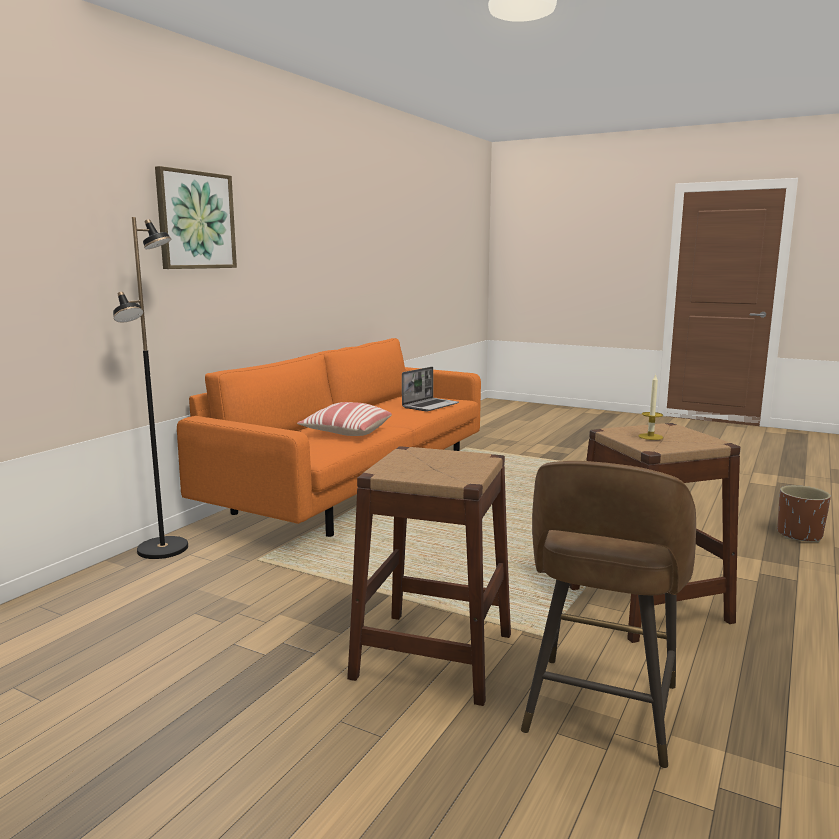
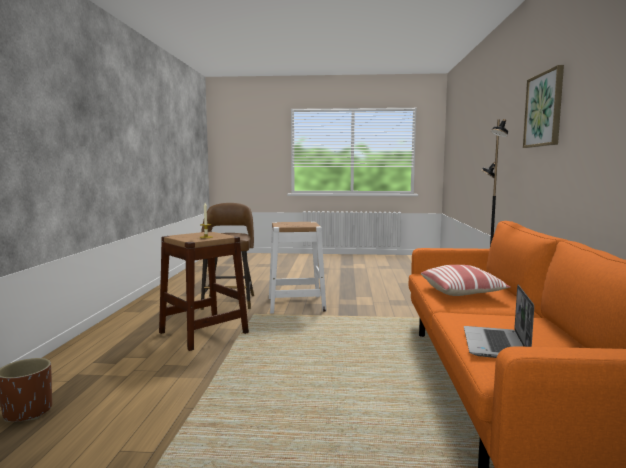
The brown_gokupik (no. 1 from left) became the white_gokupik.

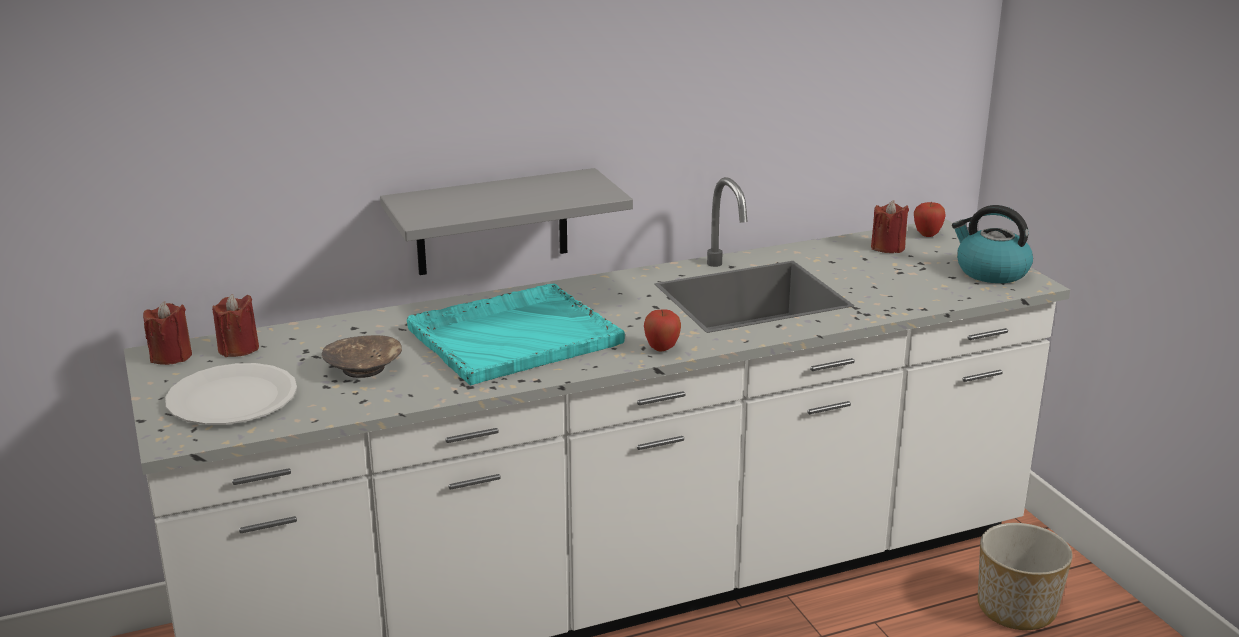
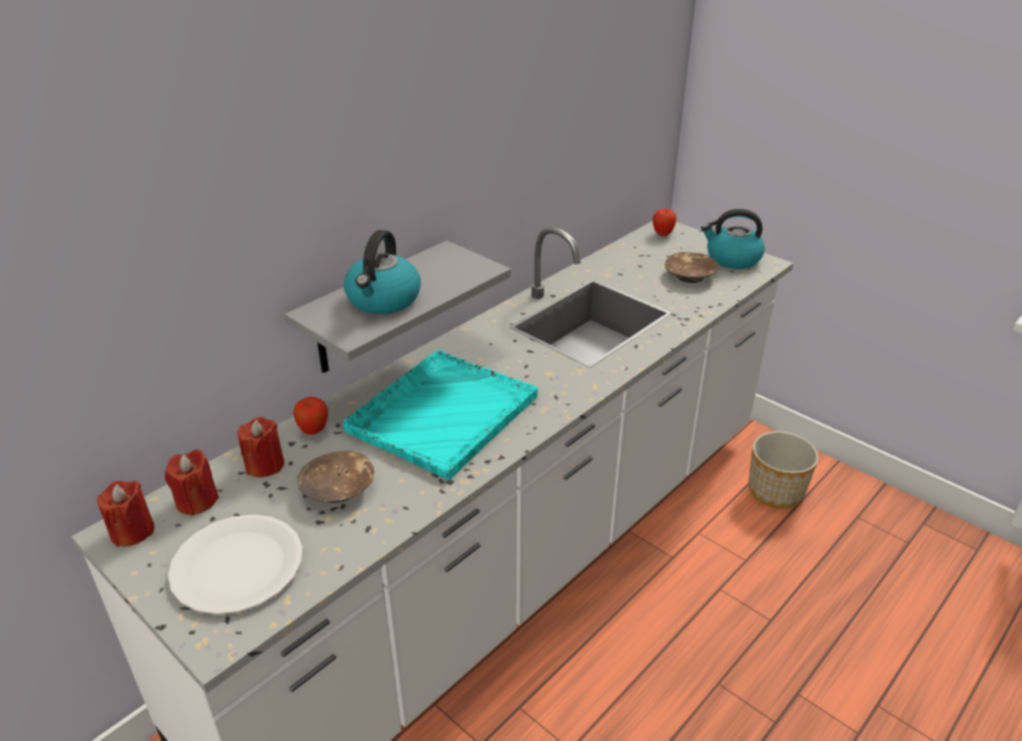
The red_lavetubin (no. 3 from left) moved. The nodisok (no. 1 from left) moved. The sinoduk (no. 1 from left) appeared. The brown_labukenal (no. 2 from left) appeared.

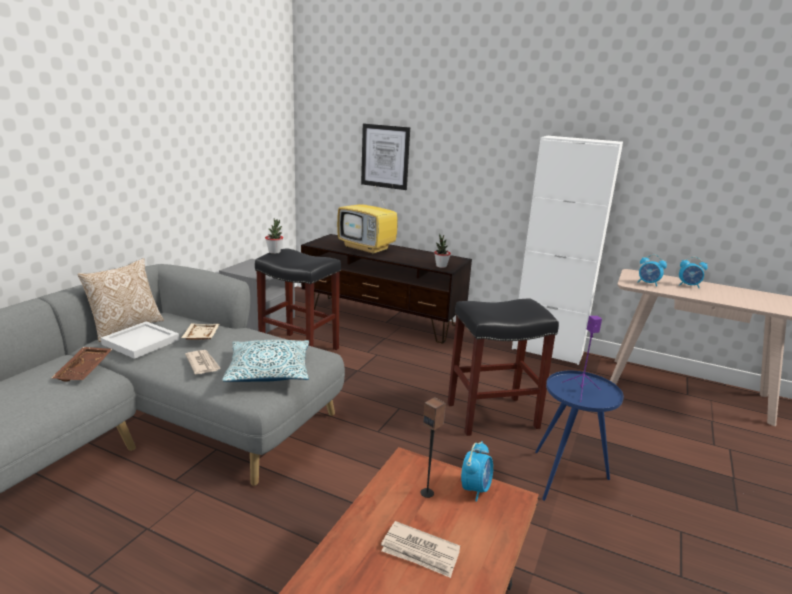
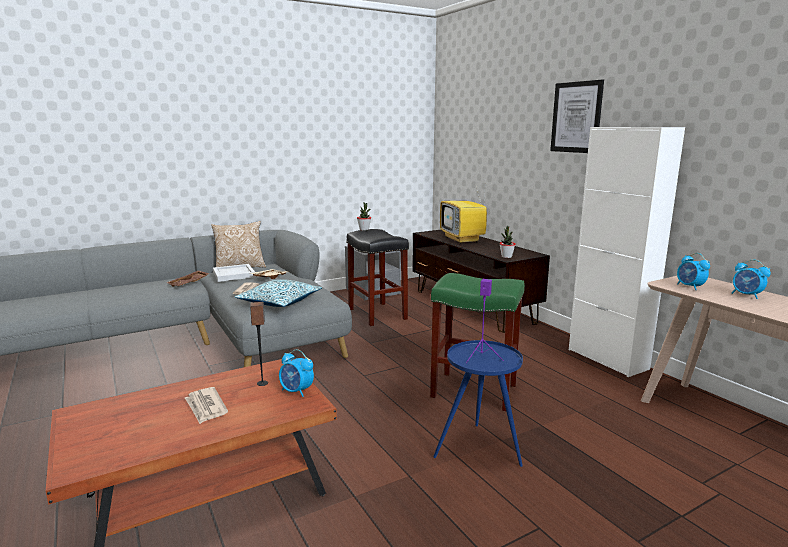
The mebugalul (no. 1 from left) turned 60 degrees clockwise. The black_gokupik (no. 2 from left) became the green_gokupik. The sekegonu moved.

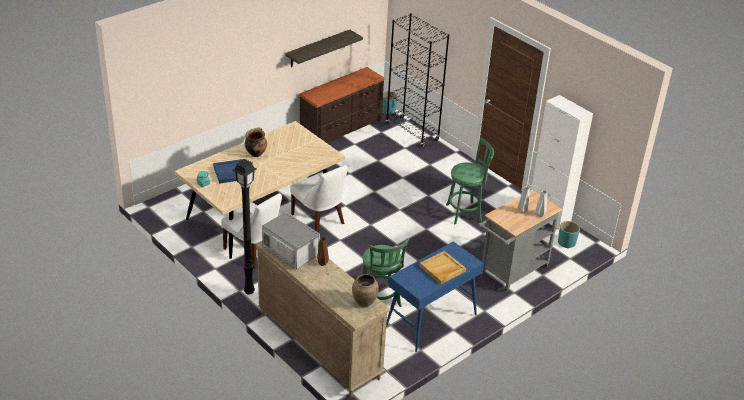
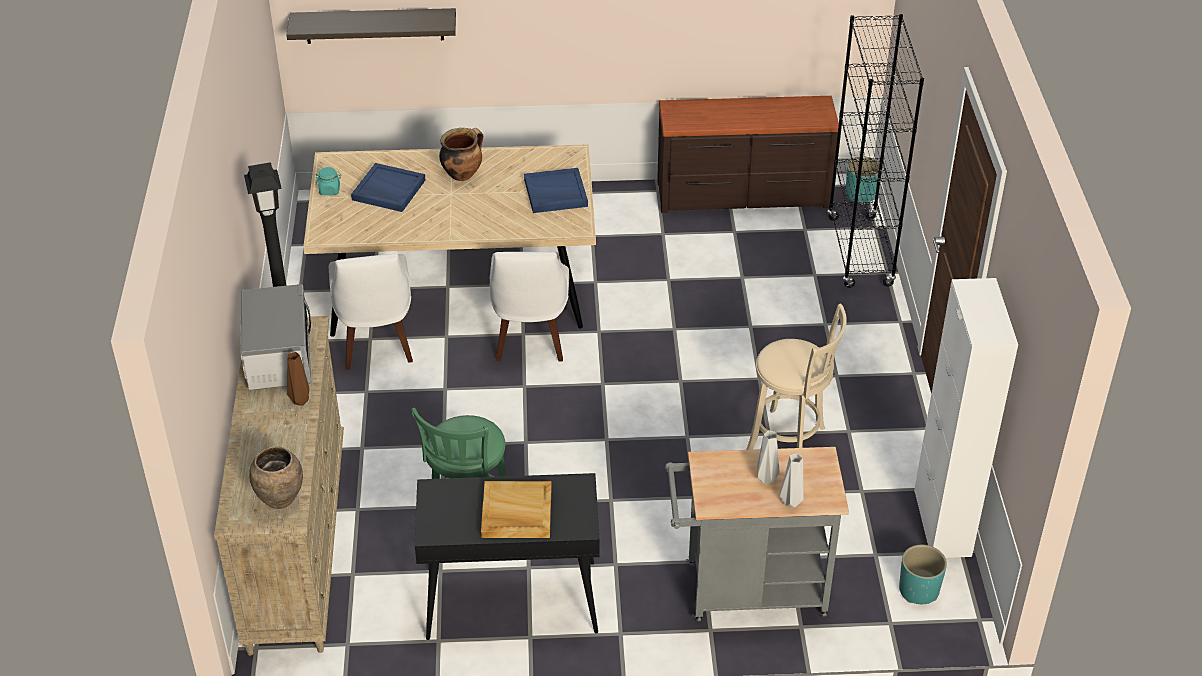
The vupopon moved. The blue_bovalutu became the black_bovalutu. The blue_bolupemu (no. 2 from left) appeared. The green_gokupik (no. 2 from left) became the beige_gokupik.

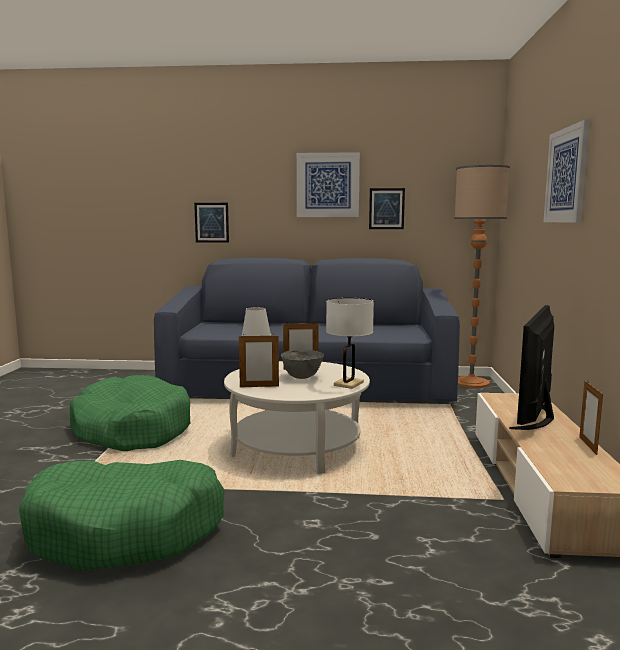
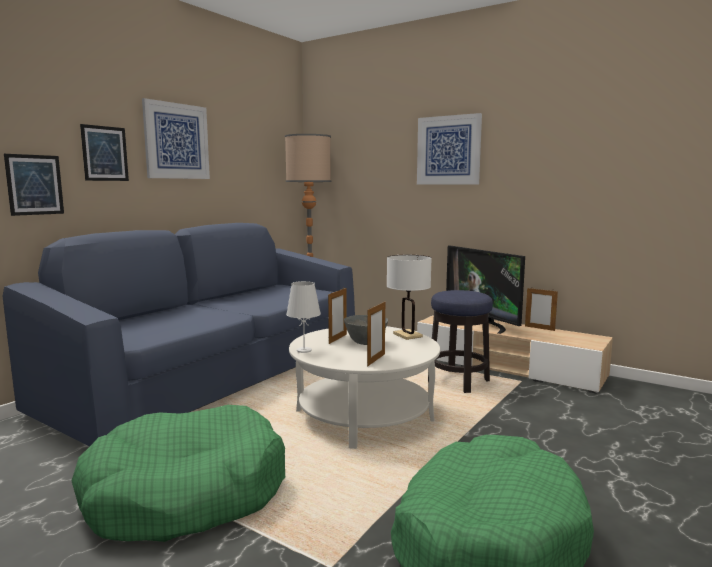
The sekegonu (no. 3 from left in the first image) moved. The gokupik appeared.

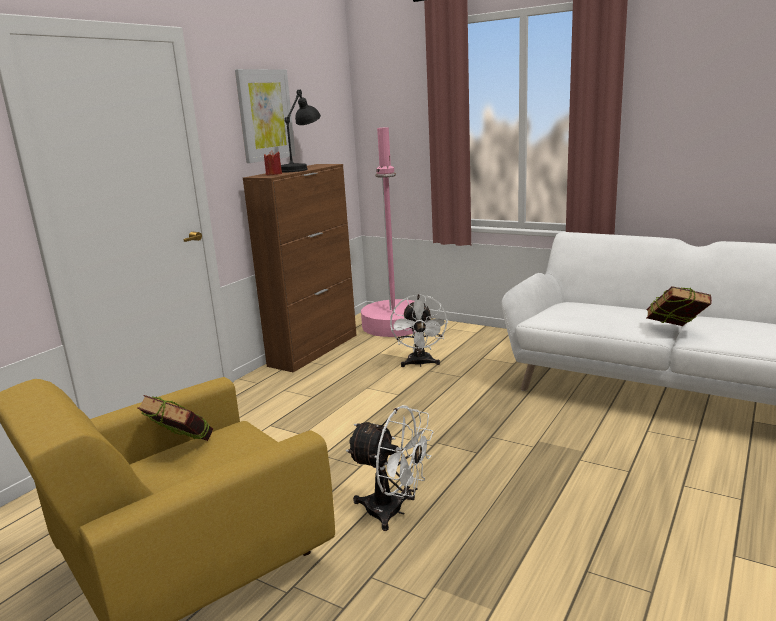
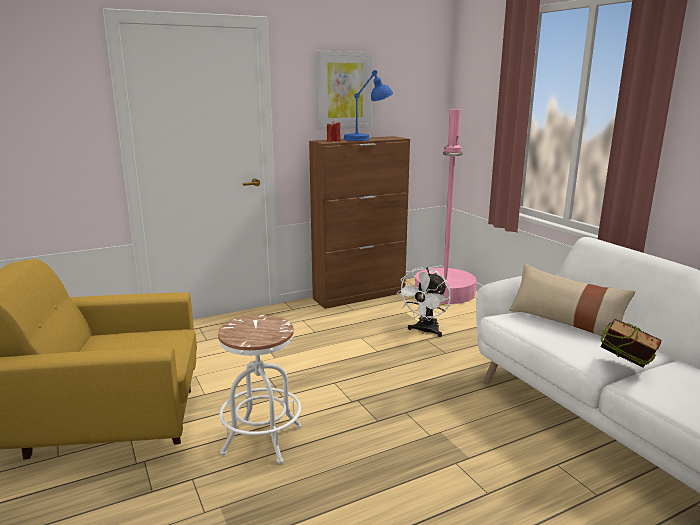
The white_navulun (no. 1 from left) was replaced by the white_gokupik. The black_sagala became the blue_sagala. The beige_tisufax appeared. The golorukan (no. 1 from left) disappeared.

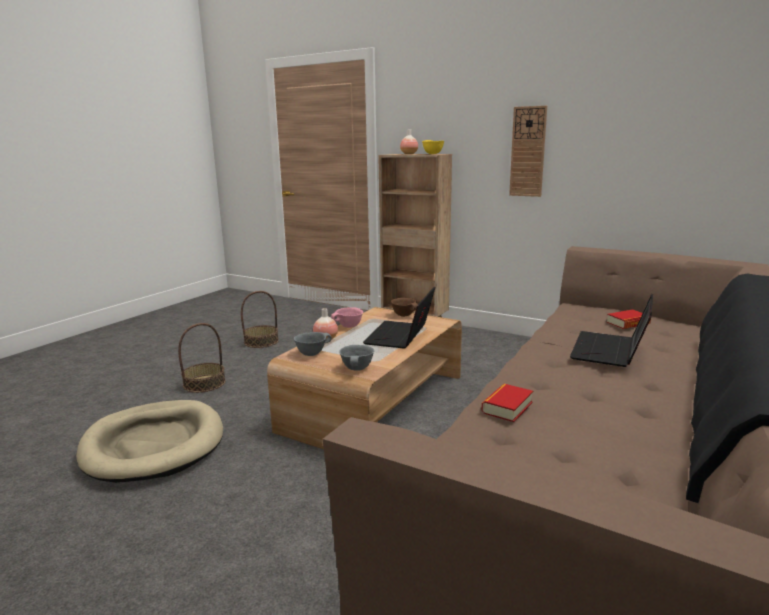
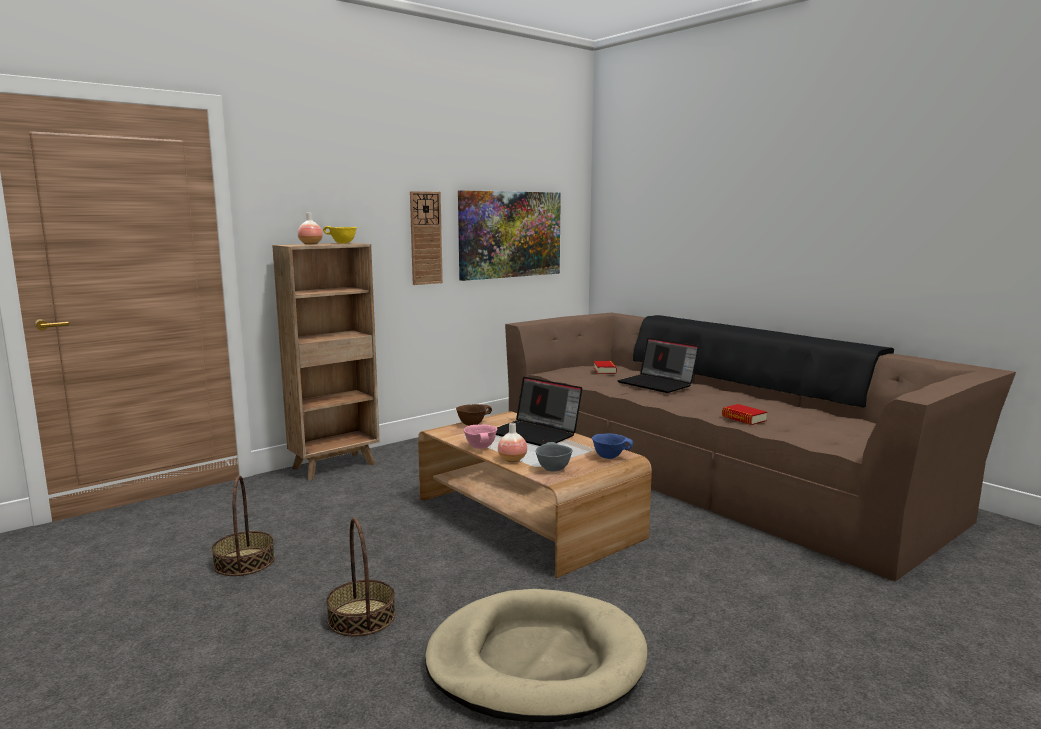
The sekegonu appeared. The grey_labukenal (no. 2 from left) became the blue_labukenal.

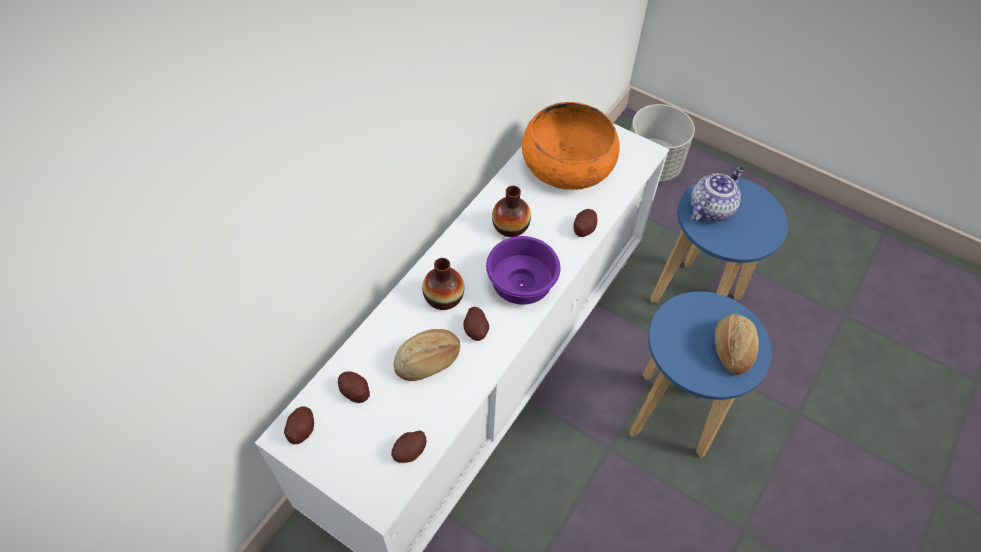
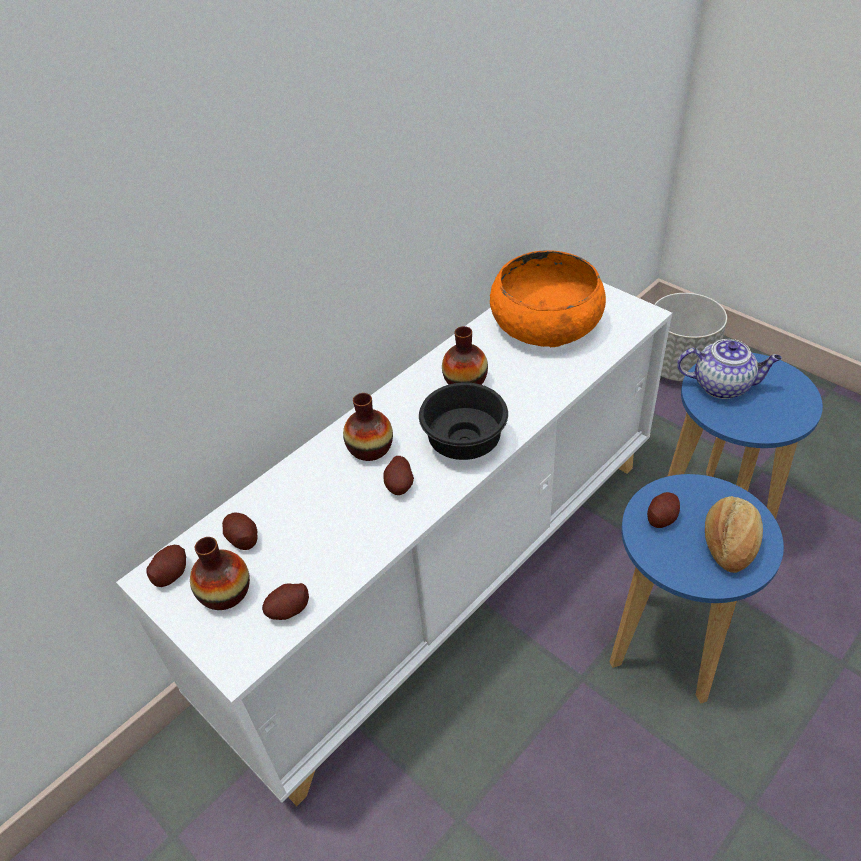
The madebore (no. 1 from left) appeared. The purple_labukenal became the black_labukenal. The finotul (no. 5 from left) moved. The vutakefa turned 45 degrees clockwise. The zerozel (no. 1 from left) disappeared.

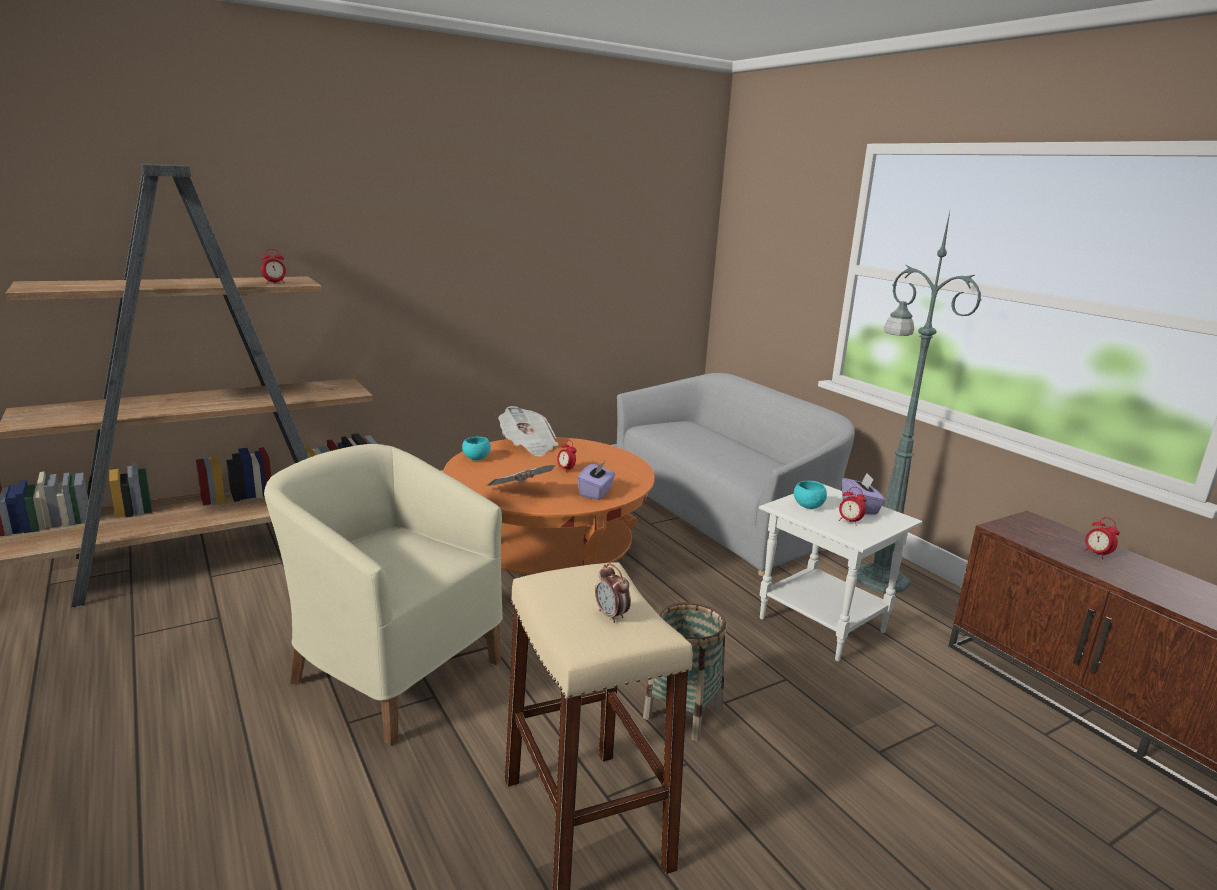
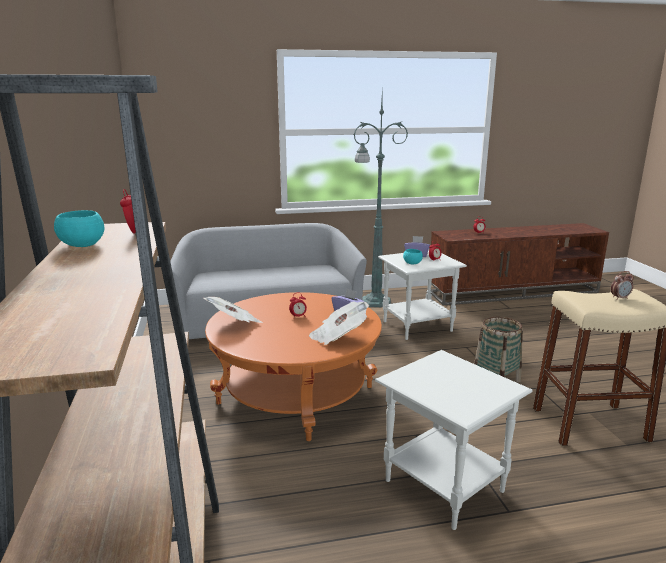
The turquoise_labukenal (no. 1 from left) moved. The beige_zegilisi was replaced by the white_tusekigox (no. 2 from left).

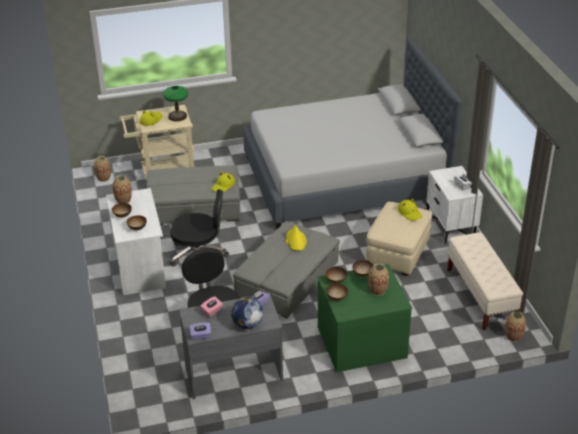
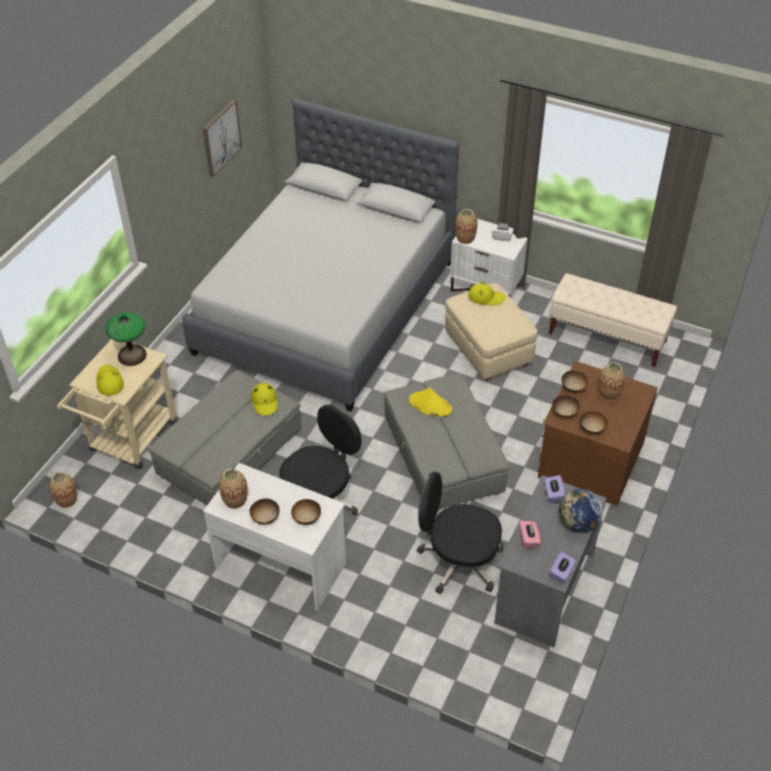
The sekegonu appeared. The madebore (no. 4 from left in the first image) moved. The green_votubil became the brown_votubil.

